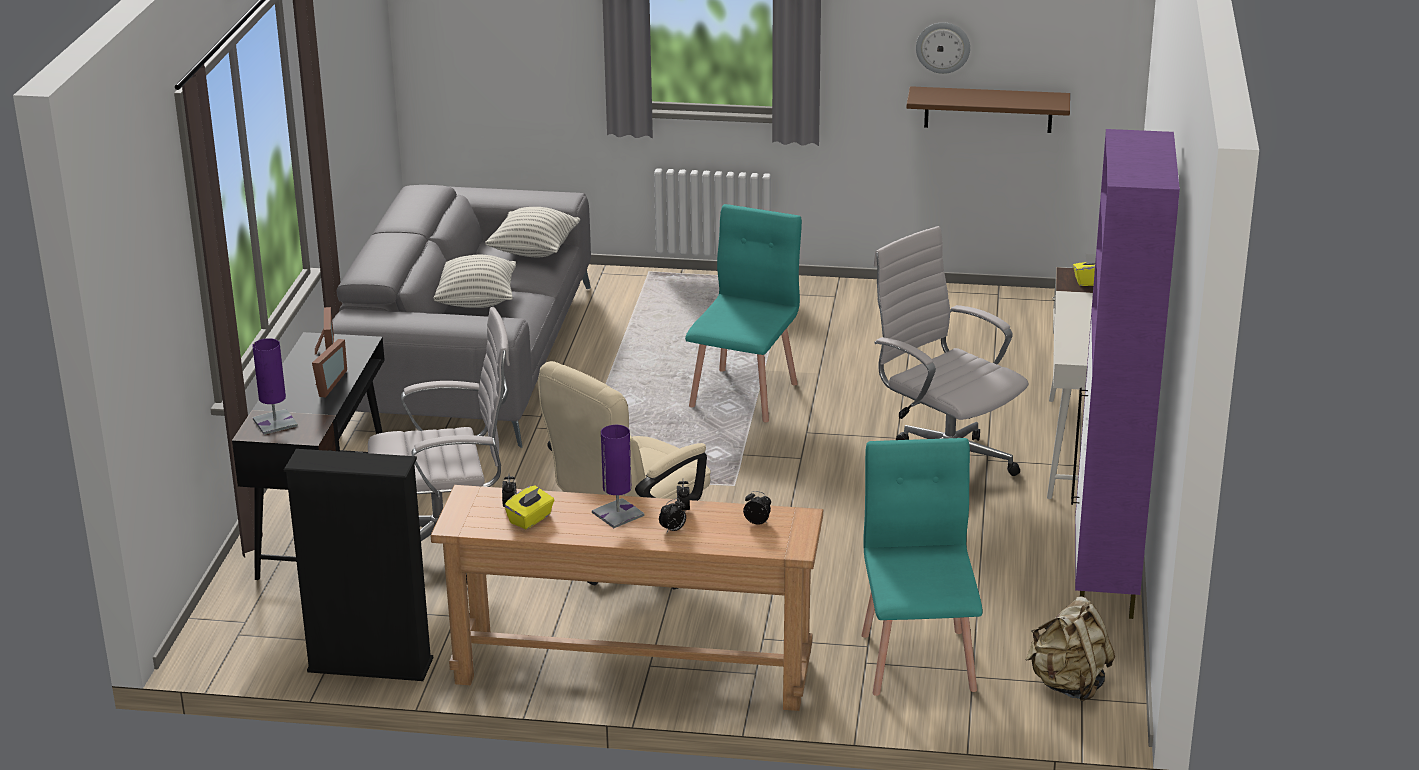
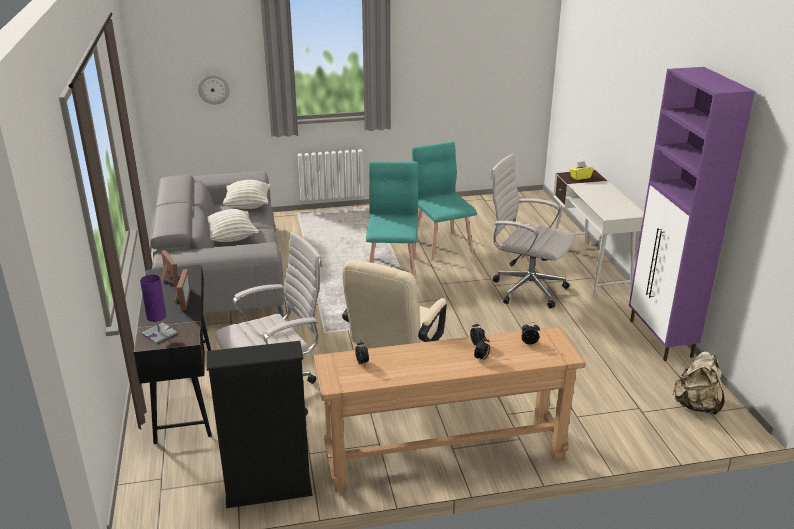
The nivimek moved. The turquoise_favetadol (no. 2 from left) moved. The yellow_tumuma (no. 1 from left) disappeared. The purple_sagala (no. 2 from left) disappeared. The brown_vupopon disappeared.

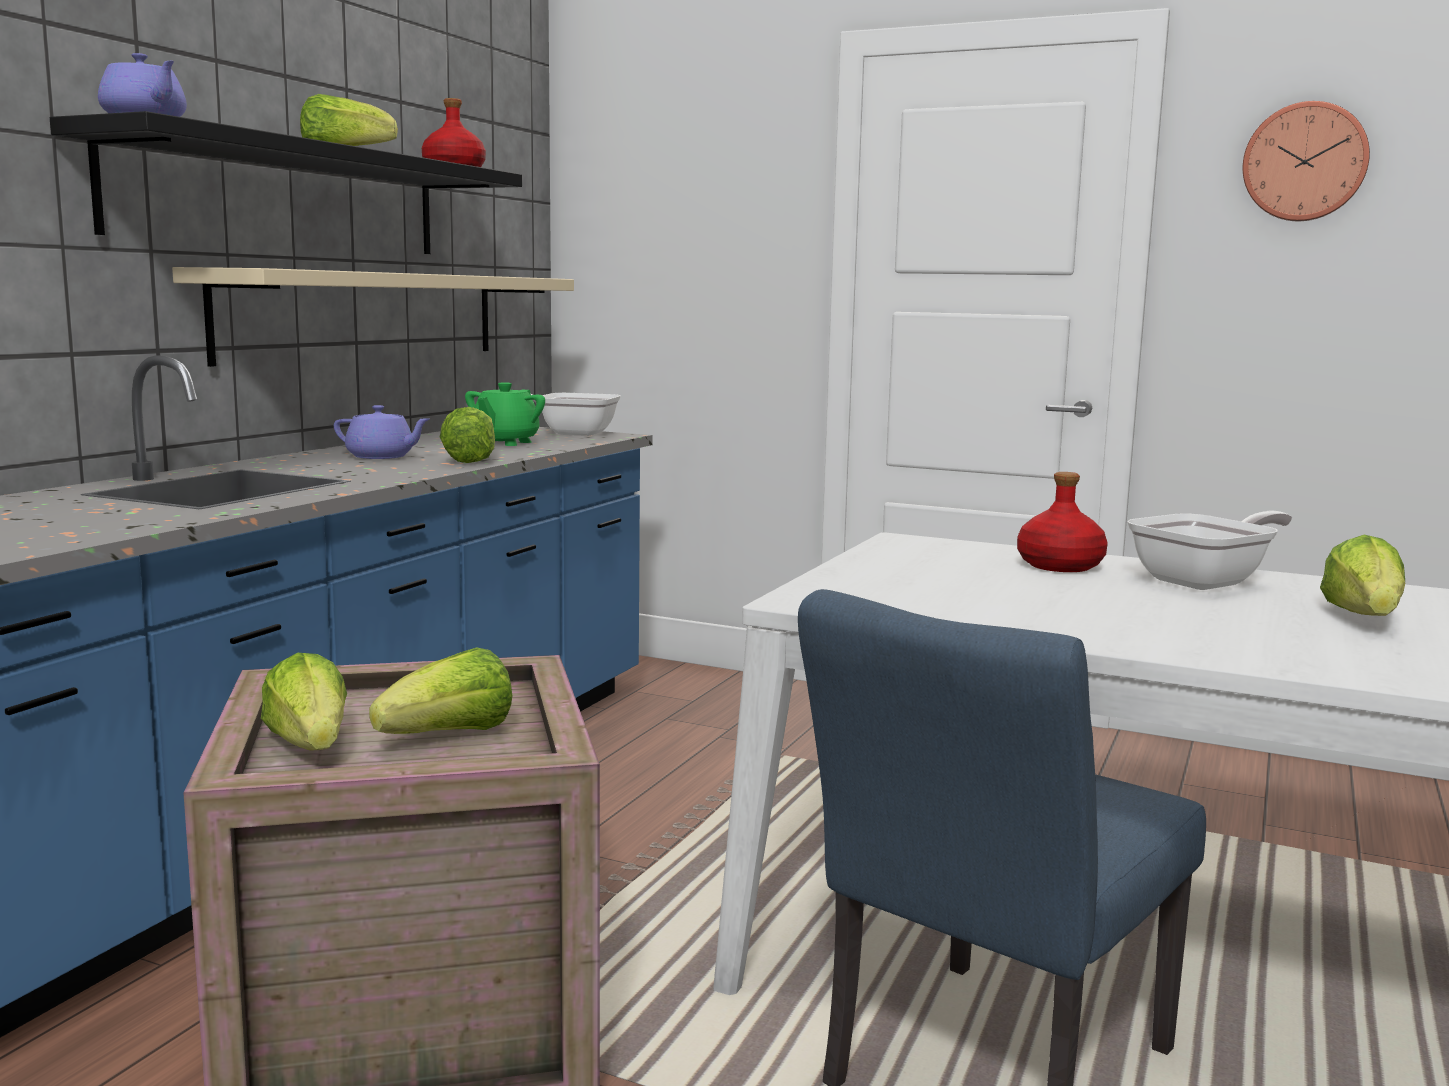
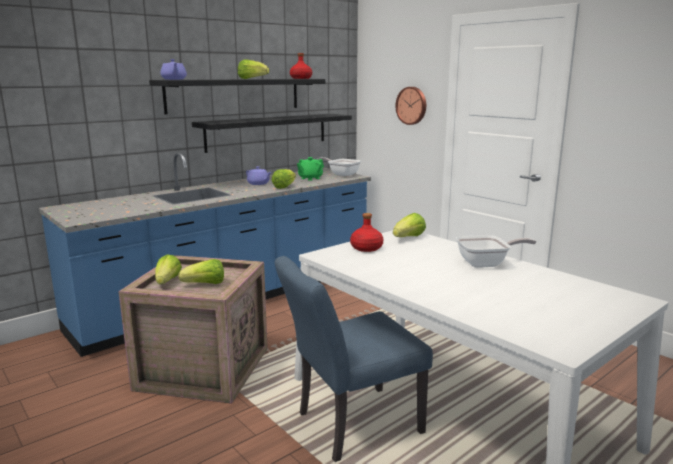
The beige_vupopon became the black_vupopon (no. 2 from left). The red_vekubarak (no. 2 from left) moved. The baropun (no. 5 from left) moved. The nivimek moved.

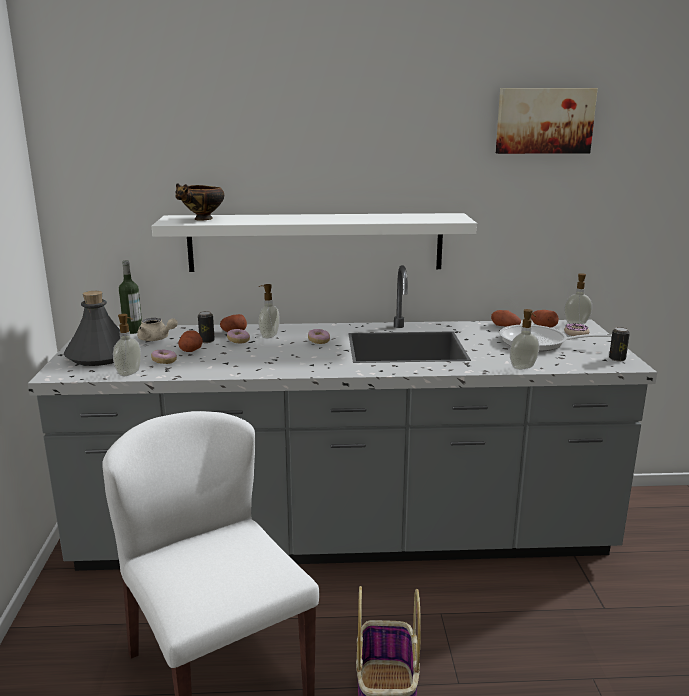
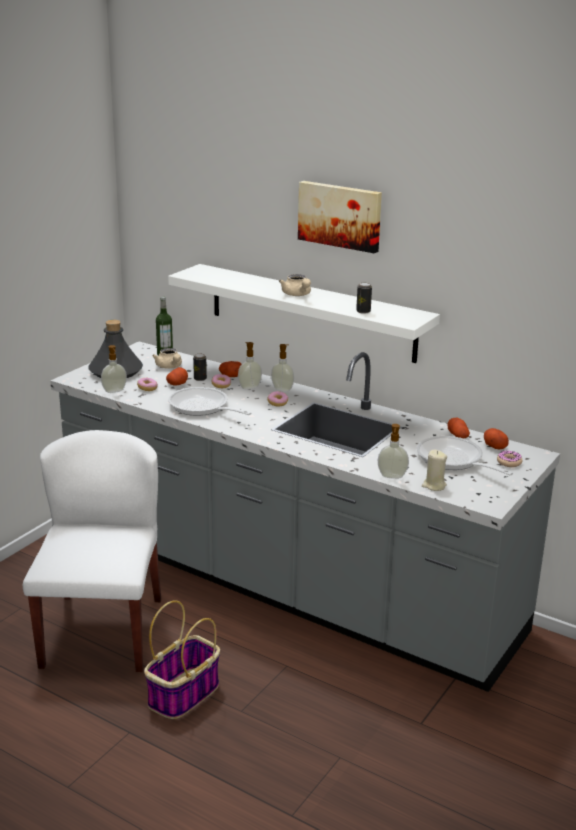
The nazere (no. 1 from left) appeared. The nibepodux (no. 4 from left in the first image) moved. The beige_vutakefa (no. 2 from left) appeared. The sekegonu moved. The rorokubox (no. 2 from left) moved. The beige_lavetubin appeared. The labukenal disappeared.

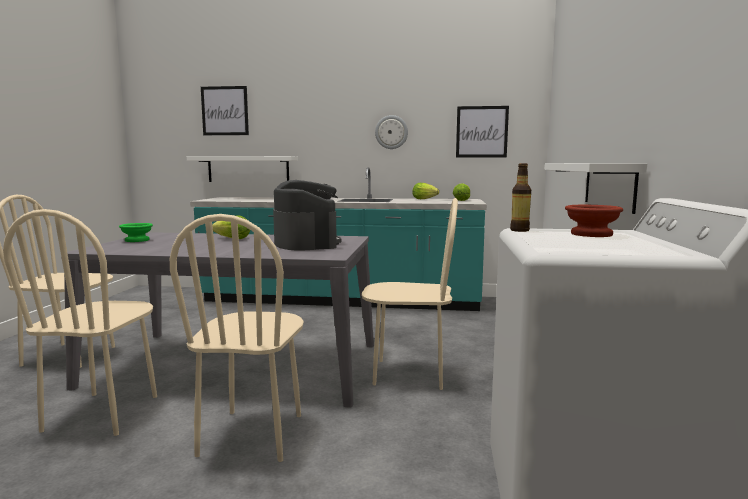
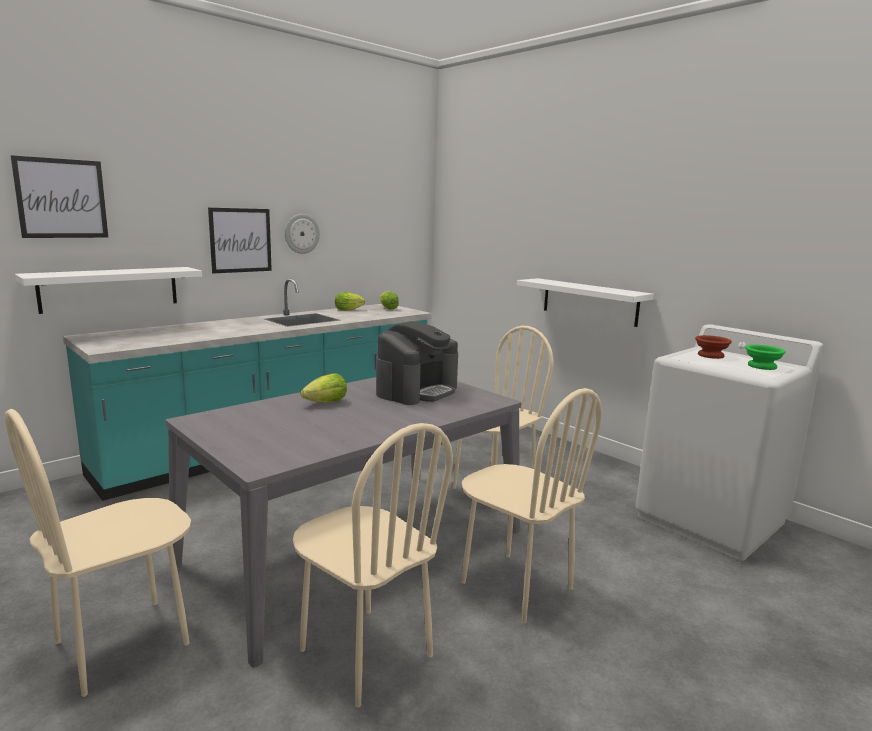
The sekegonu (no. 2 from left) moved. The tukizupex turned 105 degrees clockwise. The green_labukenal moved. The vekubarak disappeared.

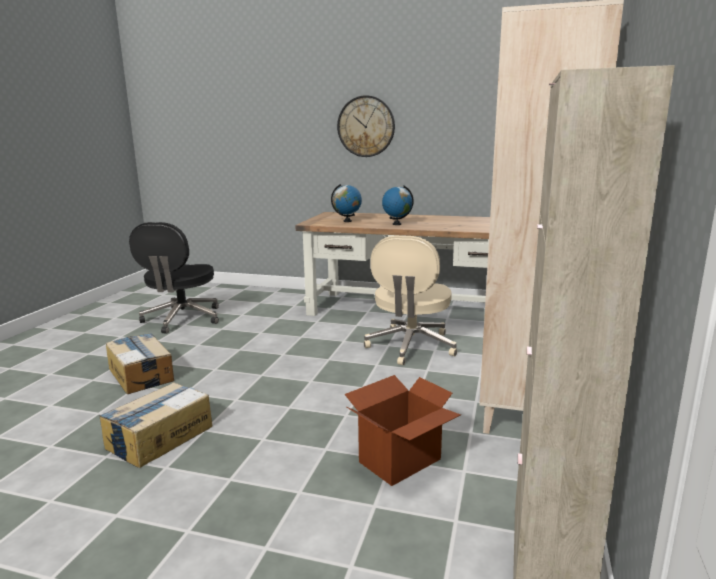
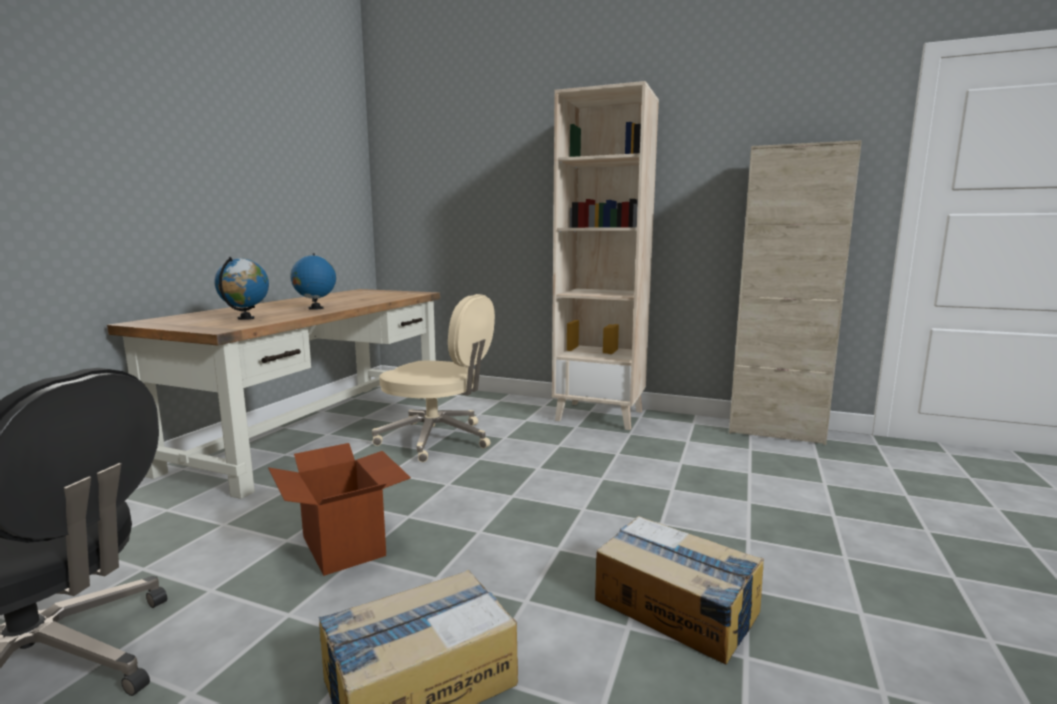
The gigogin (no. 3 from left in the first image) moved. The nivimek disappeared.

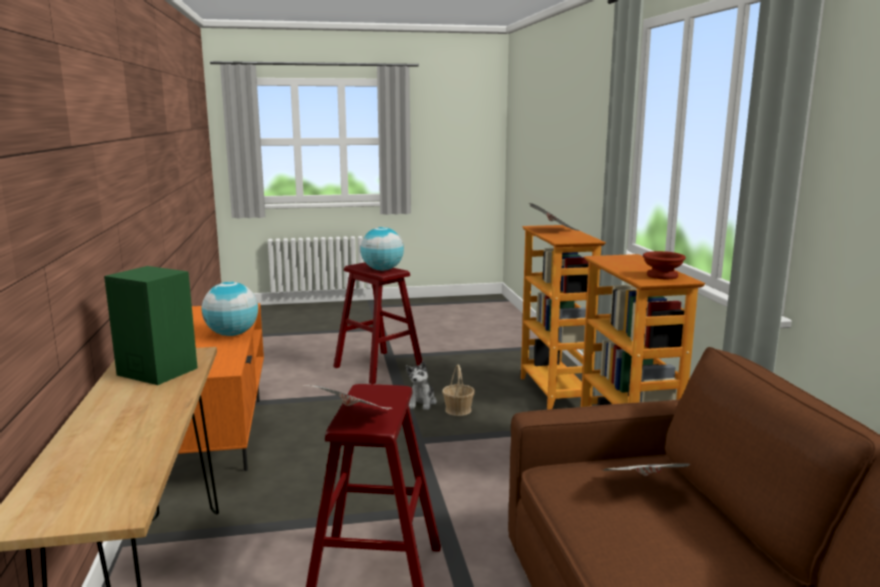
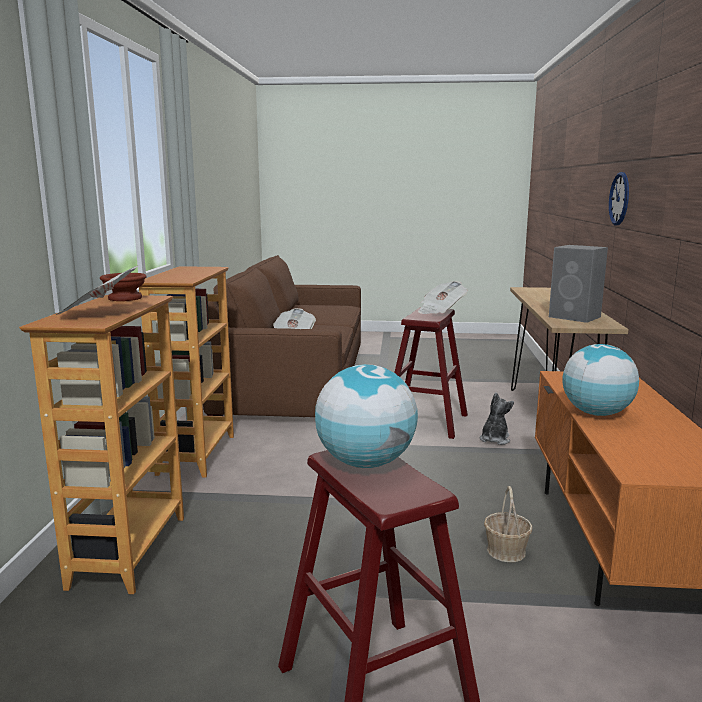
The brown_labukenal moved. The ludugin moved. The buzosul moved. The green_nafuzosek became the grey_nafuzosek. The nivimek appeared.

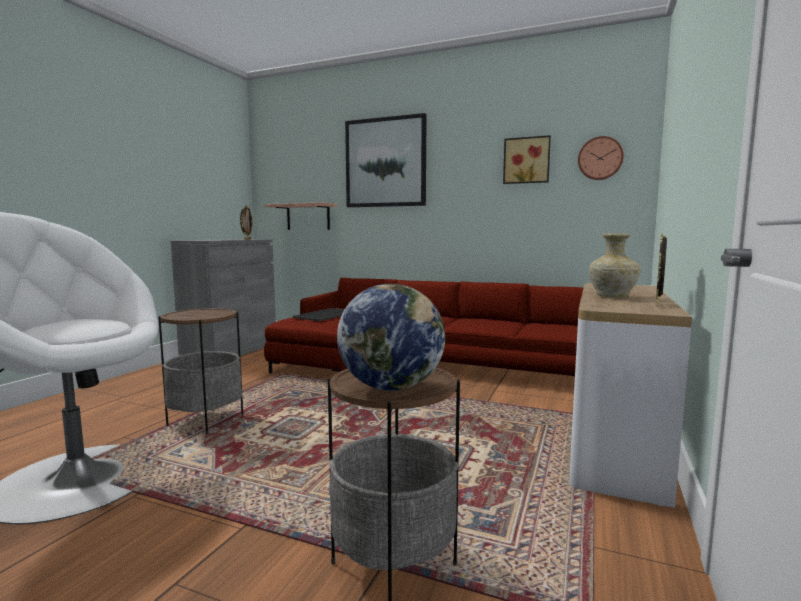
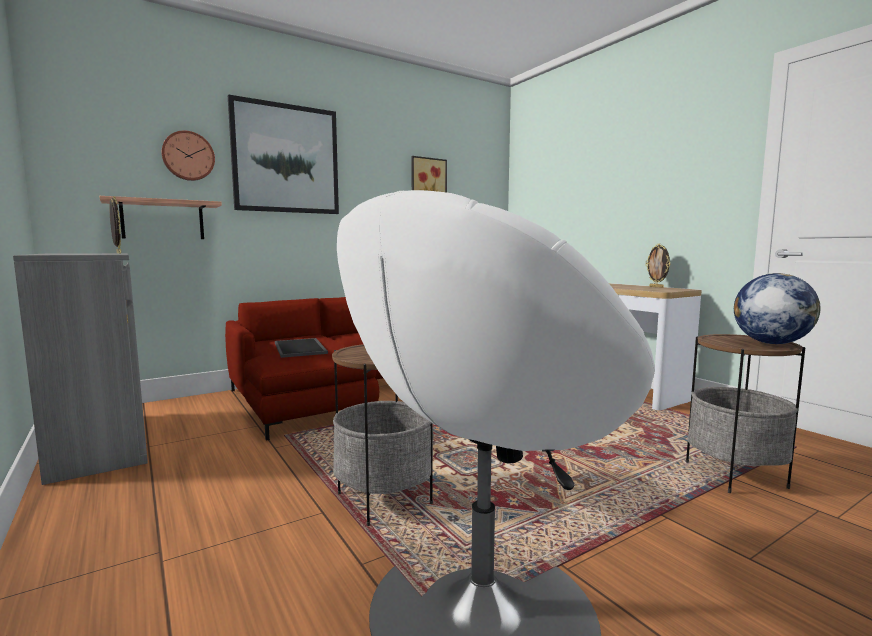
The nivimek moved. The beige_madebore disappeared.

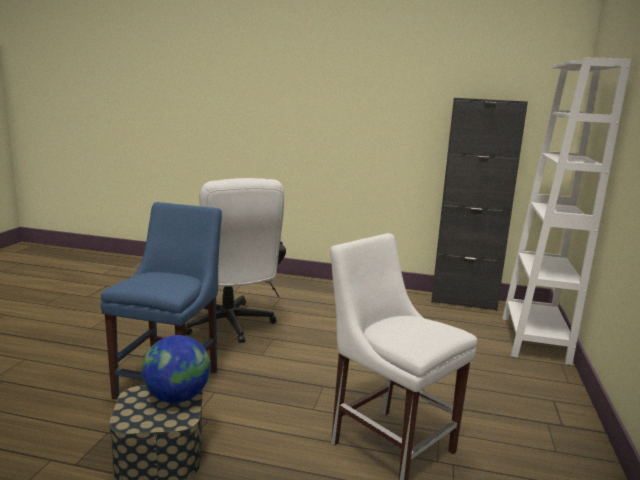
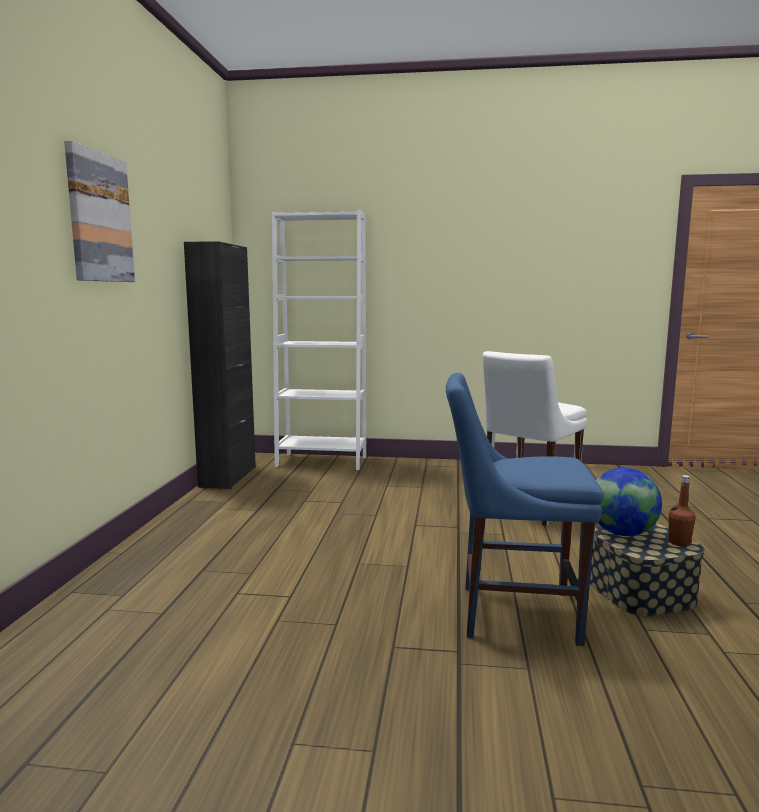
The sekegonu appeared. The brown_vekubarak appeared. The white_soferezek disappeared.

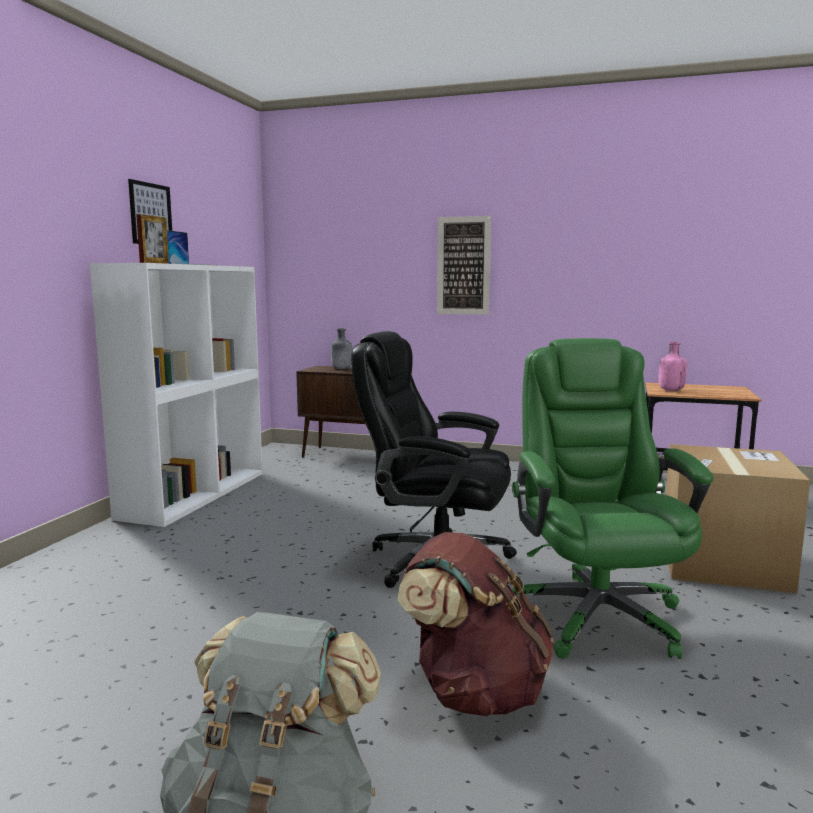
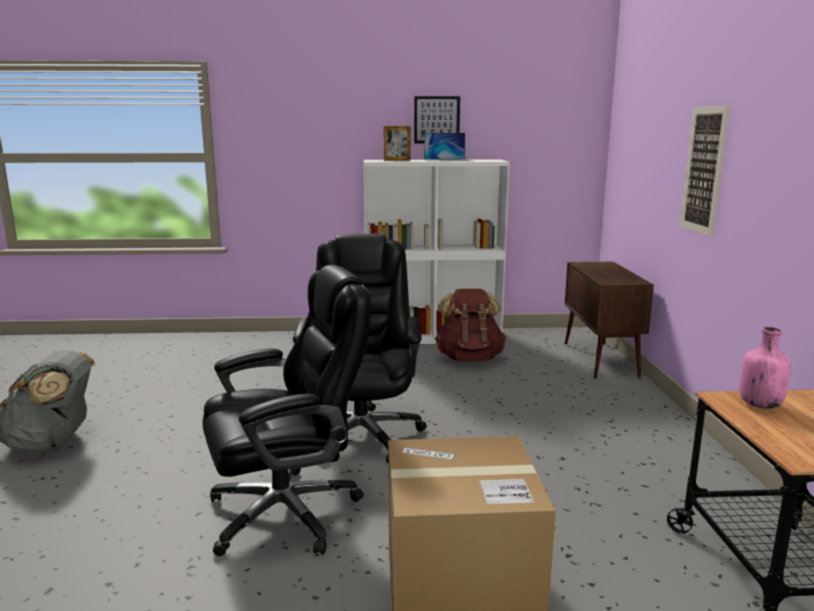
The green_soferezek became the black_soferezek (no. 1 from left). The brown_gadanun moved. The grey_vekubarak disappeared.

